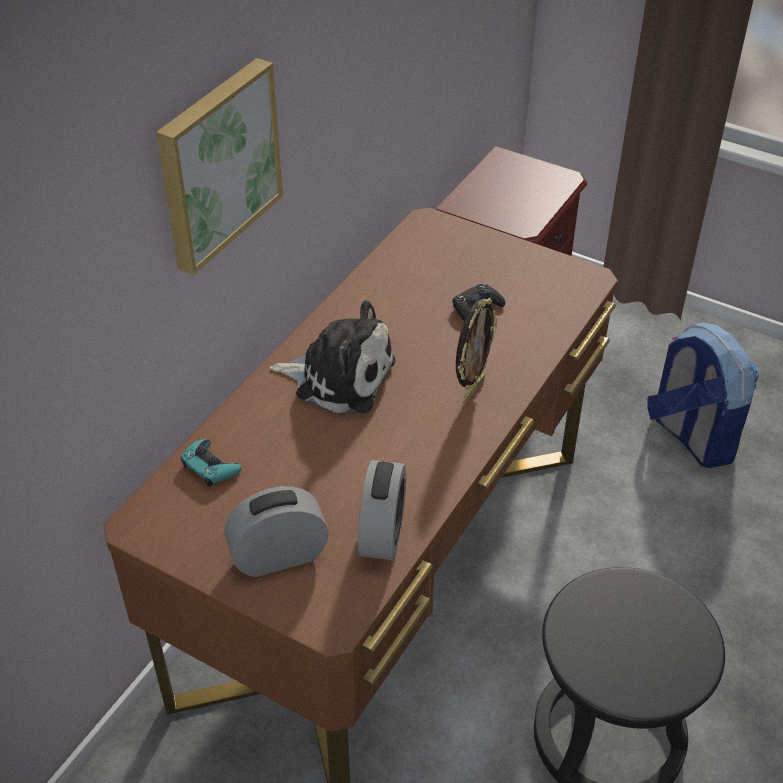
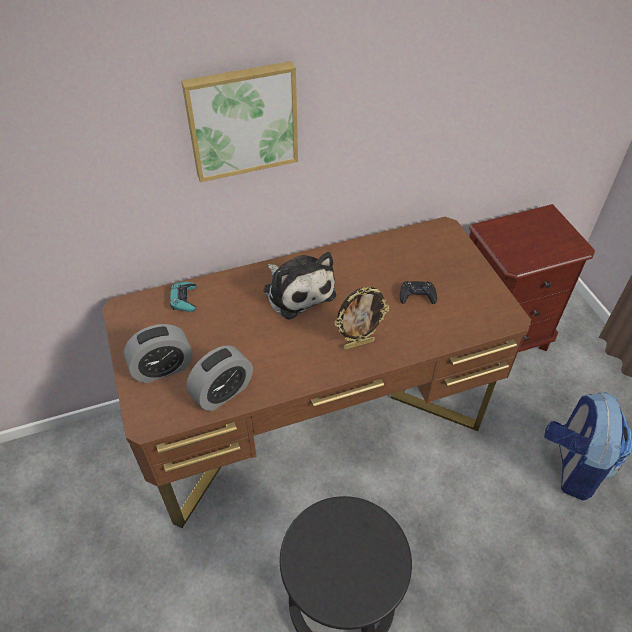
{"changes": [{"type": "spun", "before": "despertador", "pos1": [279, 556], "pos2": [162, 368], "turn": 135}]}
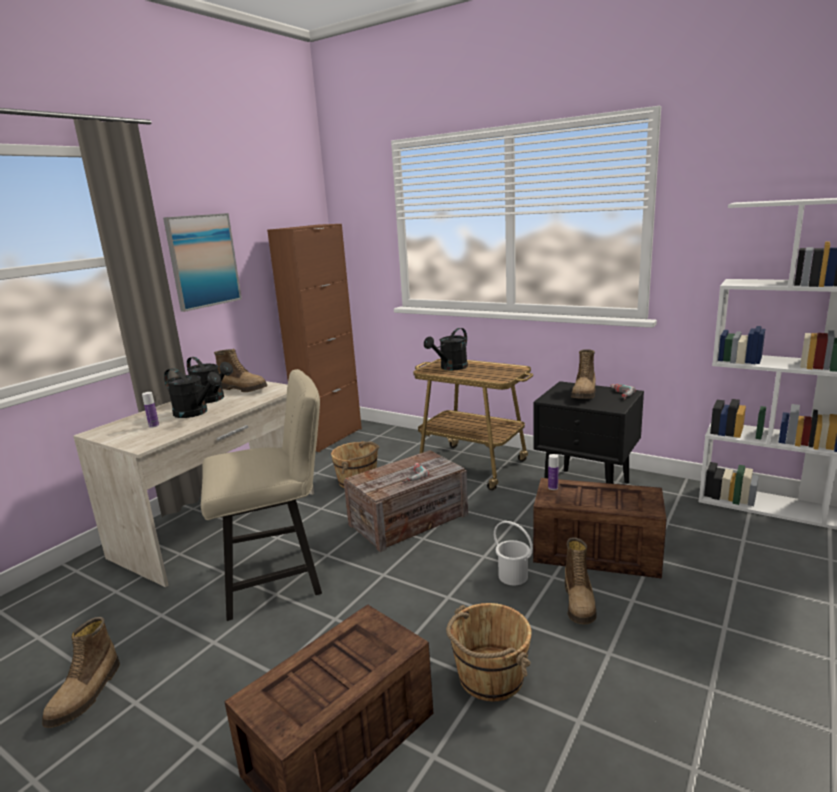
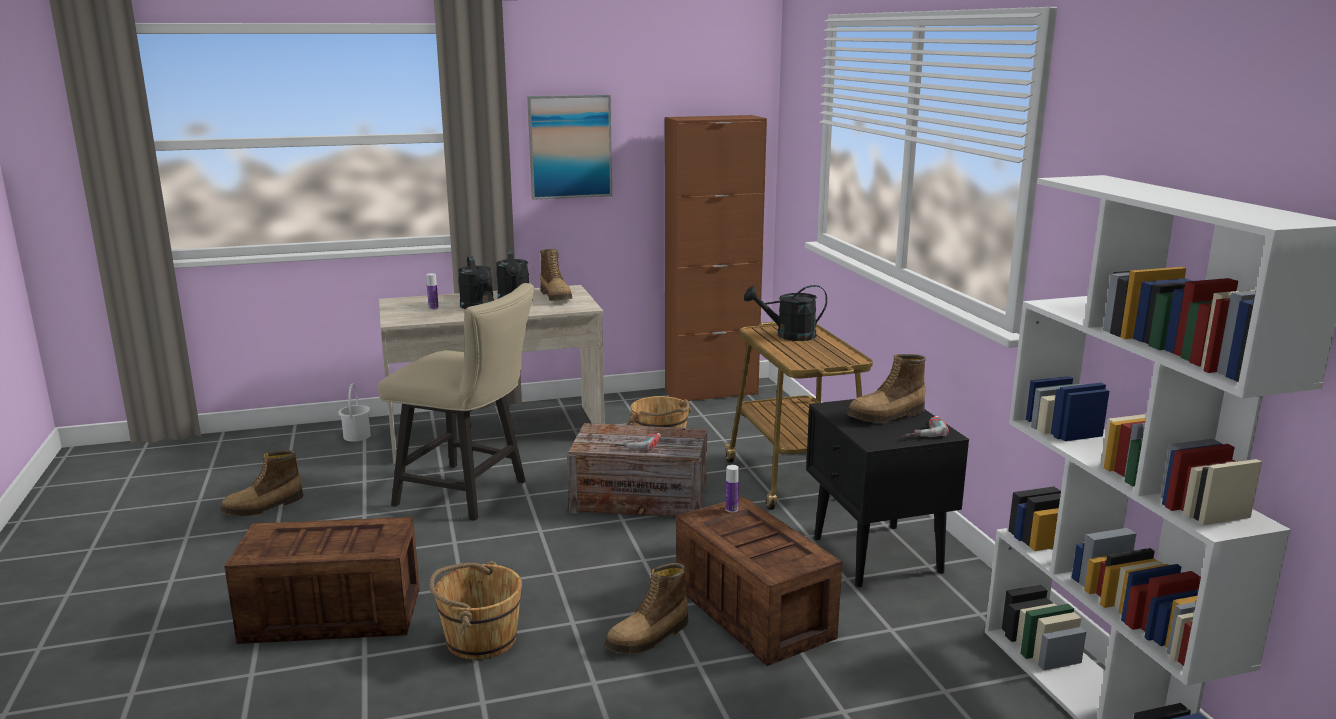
{"changes": [{"type": "relocated", "before": "cubo (blanco)", "pos1": [513, 576], "pos2": [356, 436]}]}
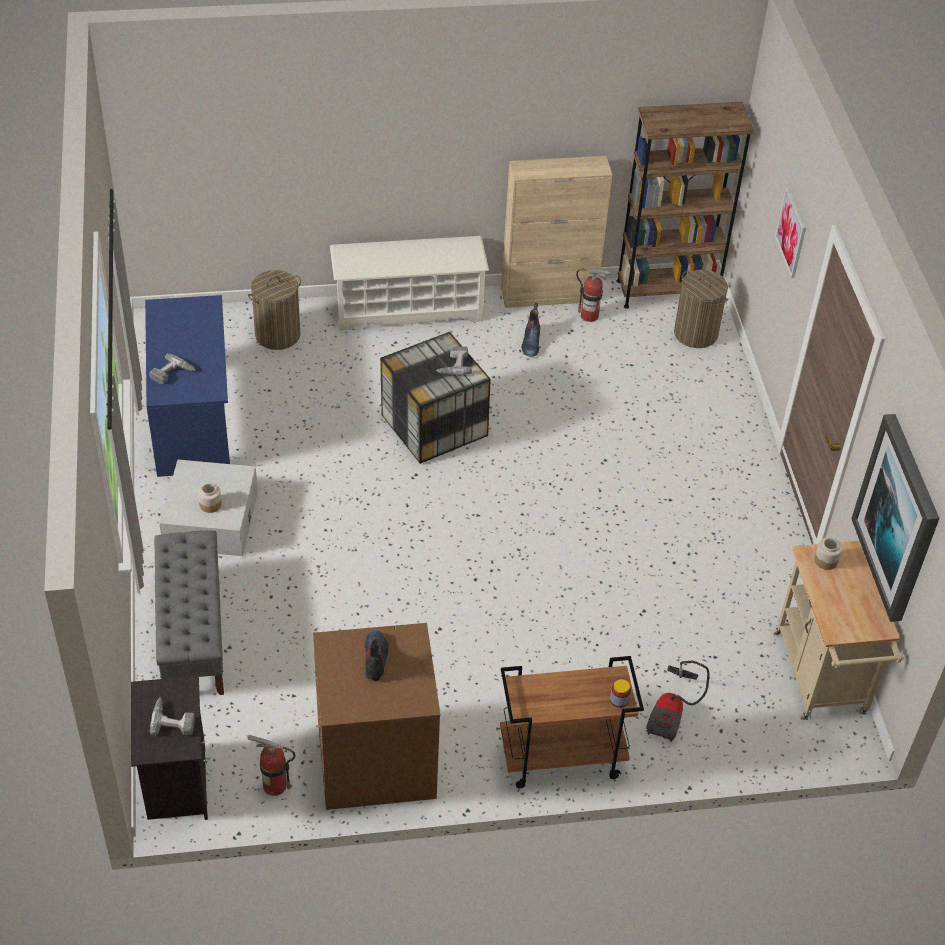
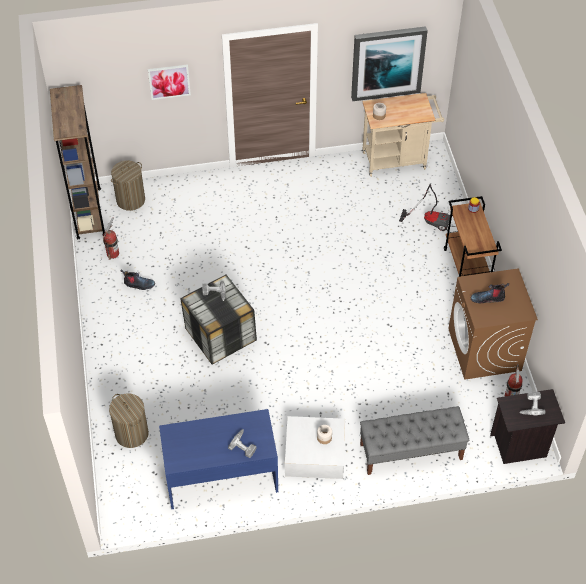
{"changes": [{"type": "missing", "before": "zapatero (blanco)", "pos1": [408, 309]}, {"type": "missing", "before": "armario (beis)", "pos1": [549, 295]}]}
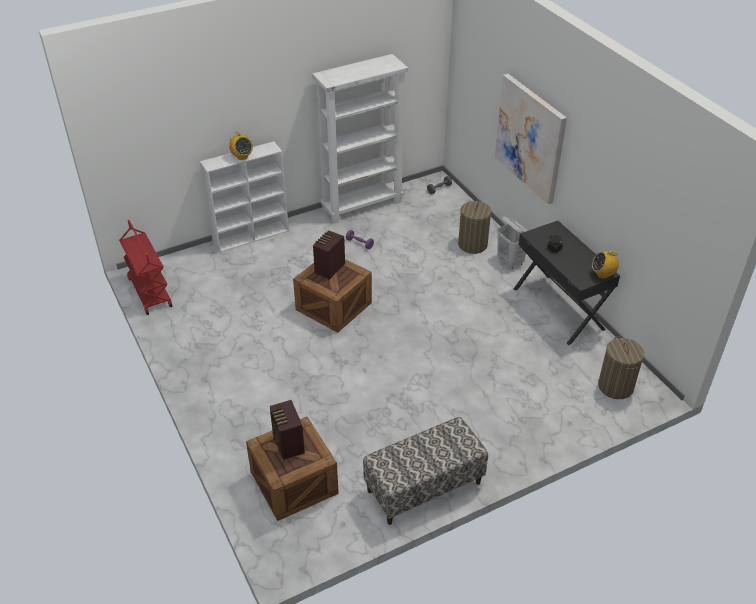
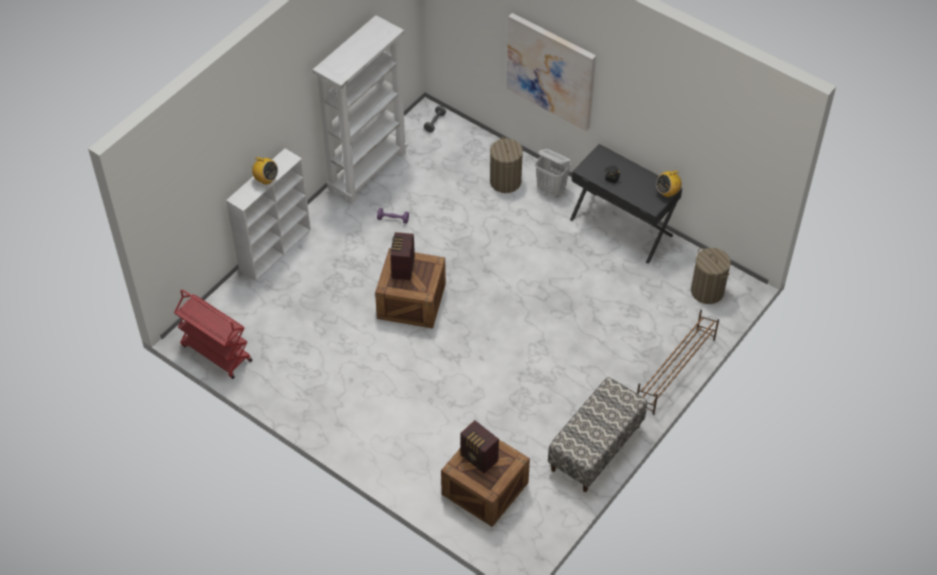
{"changes": [{"type": "appeared", "after": "zapatero (marrón)", "pos2": [675, 371]}]}
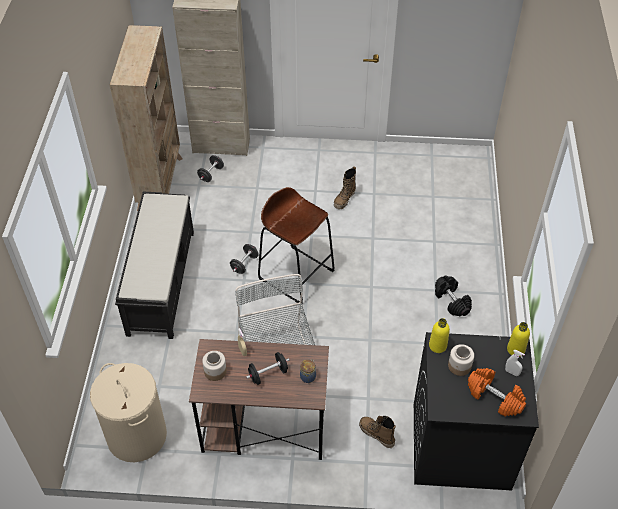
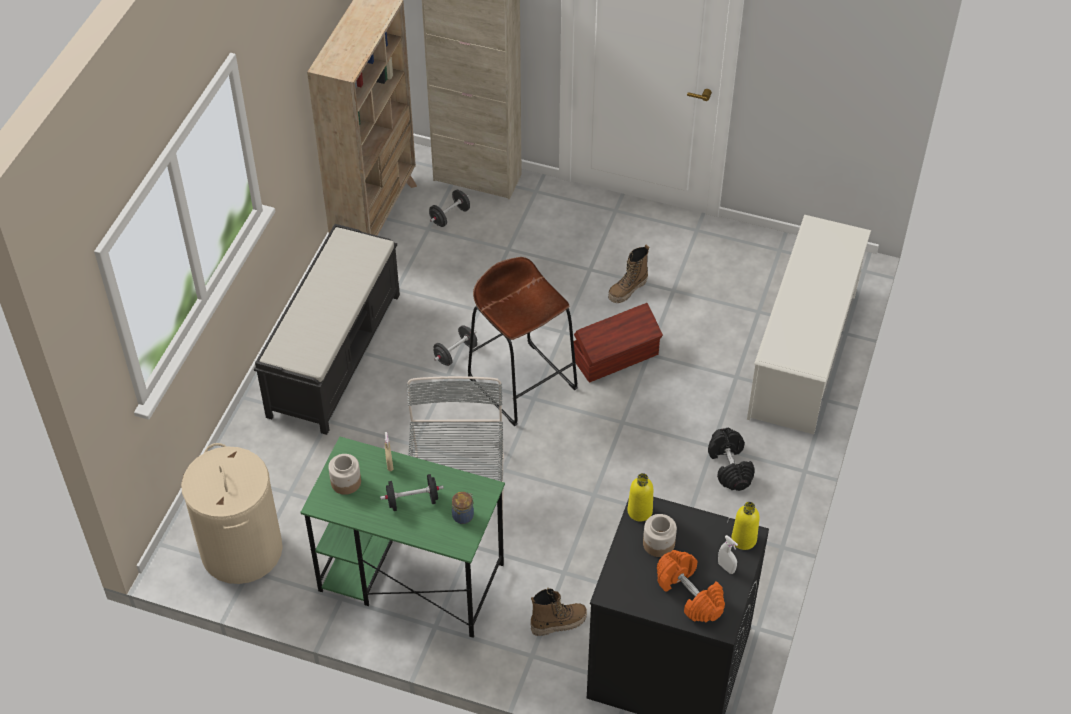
{"changes": [{"type": "colour", "before": "escritorio (marrón)", "after": "escritorio (verde)", "pos1": [263, 427], "pos2": [410, 577]}, {"type": "spun", "before": "bota", "pos1": [376, 434], "pos2": [558, 622], "turn": 105}, {"type": "appeared", "after": "caja de almacenaje (marrón)", "pos2": [616, 356]}, {"type": "appeared", "after": "zapatero (blanco)", "pos2": [803, 355]}]}
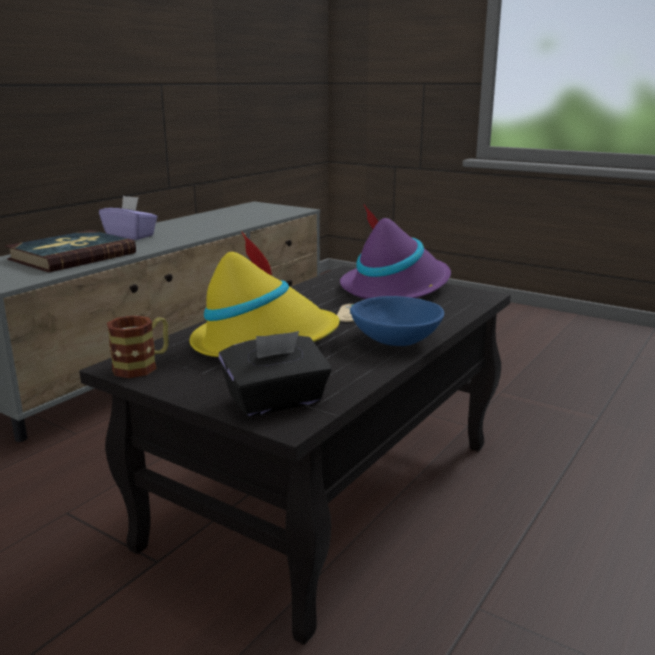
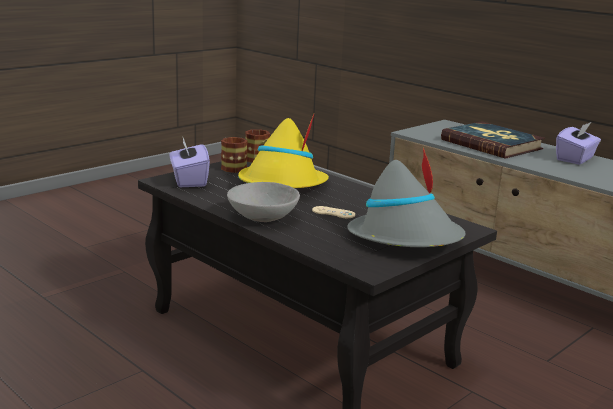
{"changes": [{"type": "colour", "before": "caja de pañuelos (negro)", "after": "caja de pañuelos (morado)", "pos1": [276, 401], "pos2": [189, 180]}, {"type": "colour", "before": "sombrero (morado)", "after": "sombrero (gris)", "pos1": [396, 287], "pos2": [406, 238]}, {"type": "colour", "before": "cuenco (azul)", "after": "cuenco (gris)", "pos1": [396, 340], "pos2": [263, 217]}, {"type": "appeared", "after": "taza grande", "pos2": [233, 166]}]}
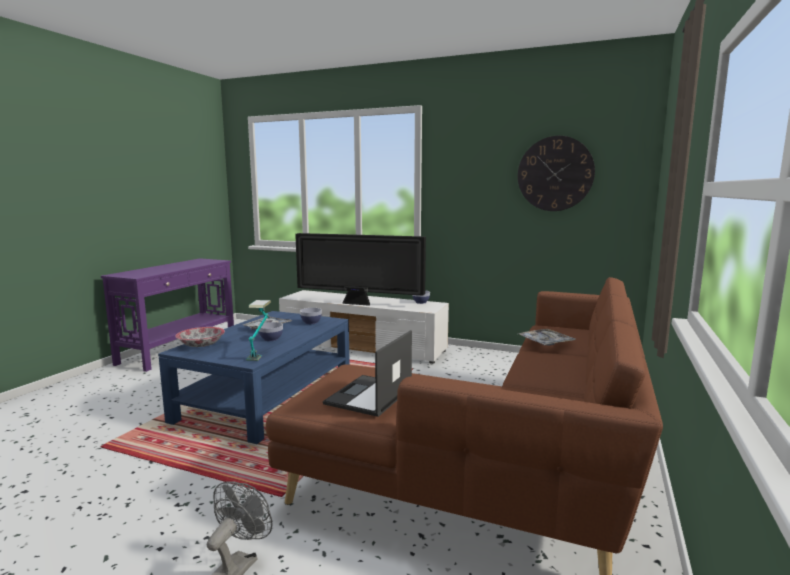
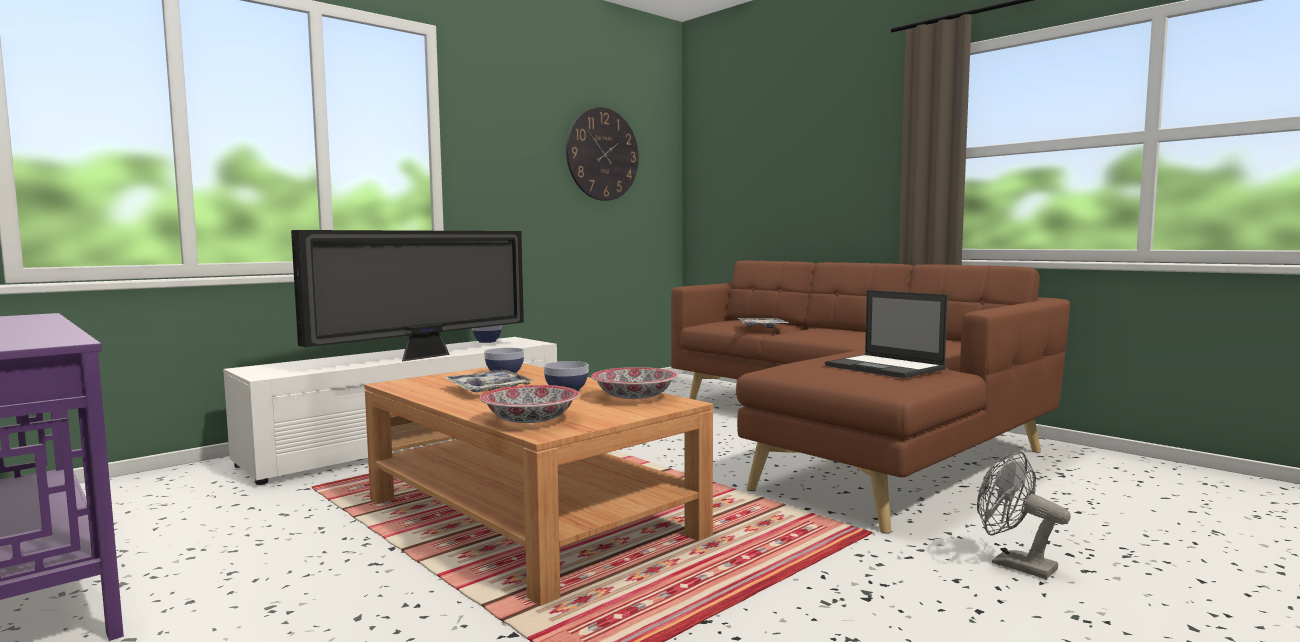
{"changes": [{"type": "colour", "before": "mesa de centro (azul)", "after": "mesa de centro (marrón)", "pos1": [267, 397], "pos2": [531, 518]}, {"type": "exchanged", "before": "lámpara de mesa", "after": "cuenco", "pos1": [260, 352], "pos2": [634, 397]}]}
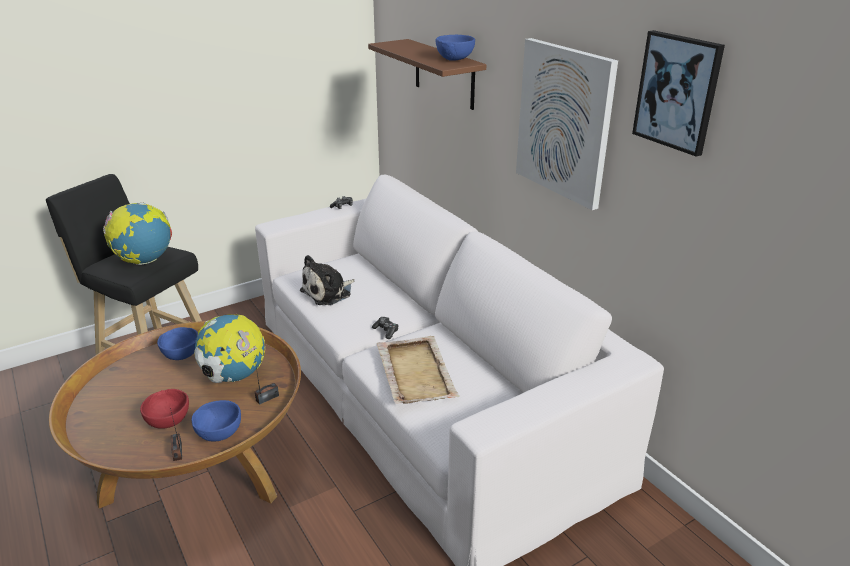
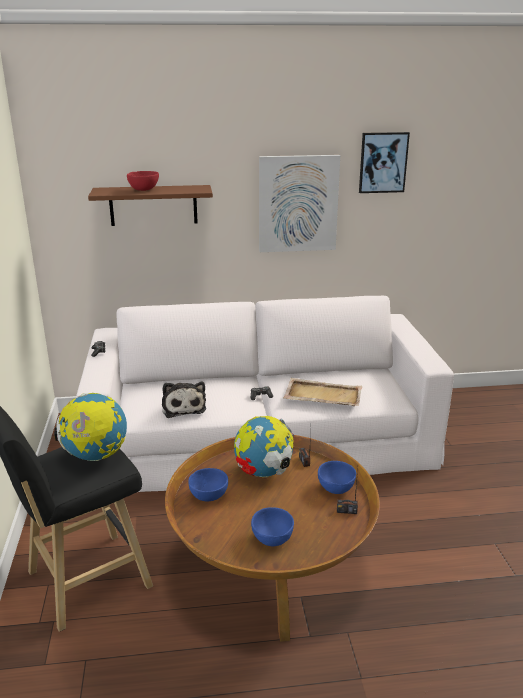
{"changes": [{"type": "relocated", "before": "cuenco (rojo)", "pos1": [169, 421], "pos2": [143, 190]}, {"type": "relocated", "before": "cuenco (azul)", "pos1": [454, 59], "pos2": [271, 539]}]}
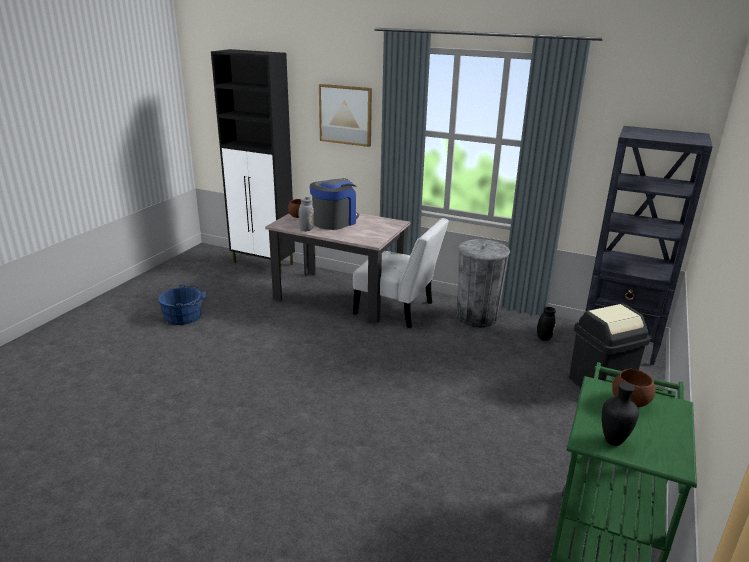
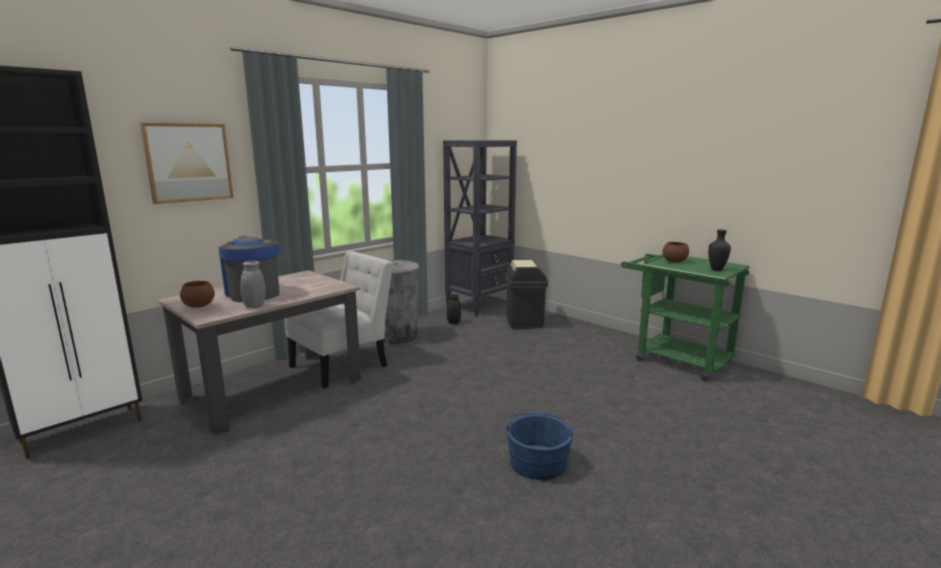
{"changes": [{"type": "relocated", "before": "cubo (azul)", "pos1": [185, 316], "pos2": [538, 460]}]}
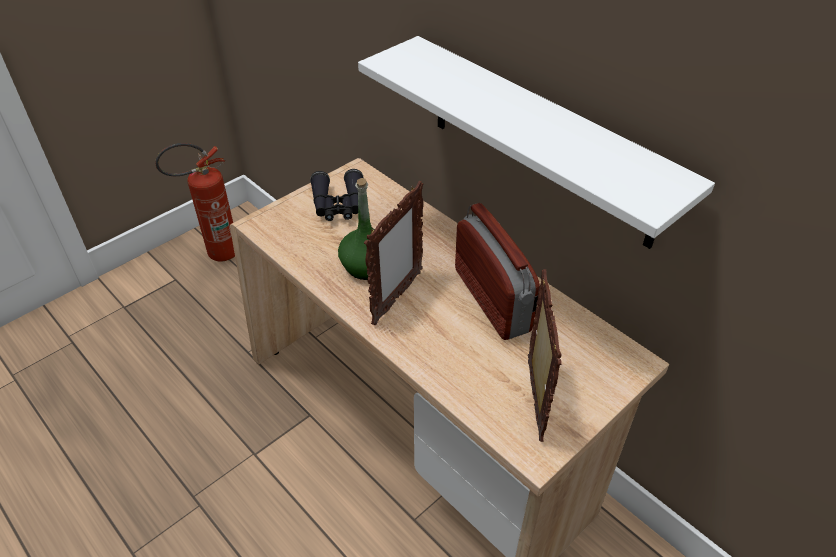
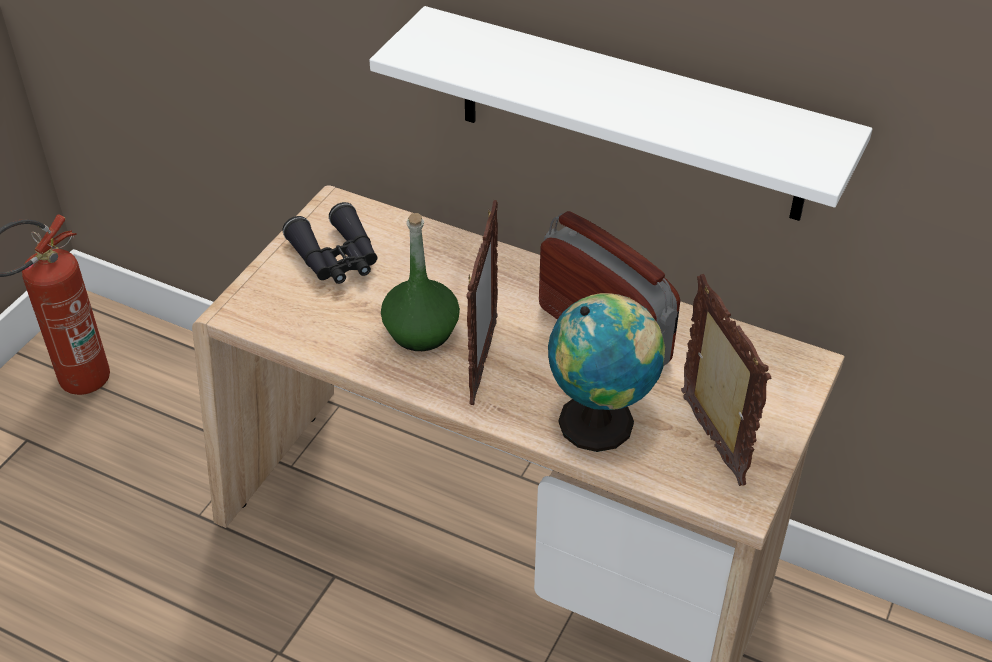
{"changes": [{"type": "appeared", "after": "globo terráqueo", "pos2": [601, 422]}]}
